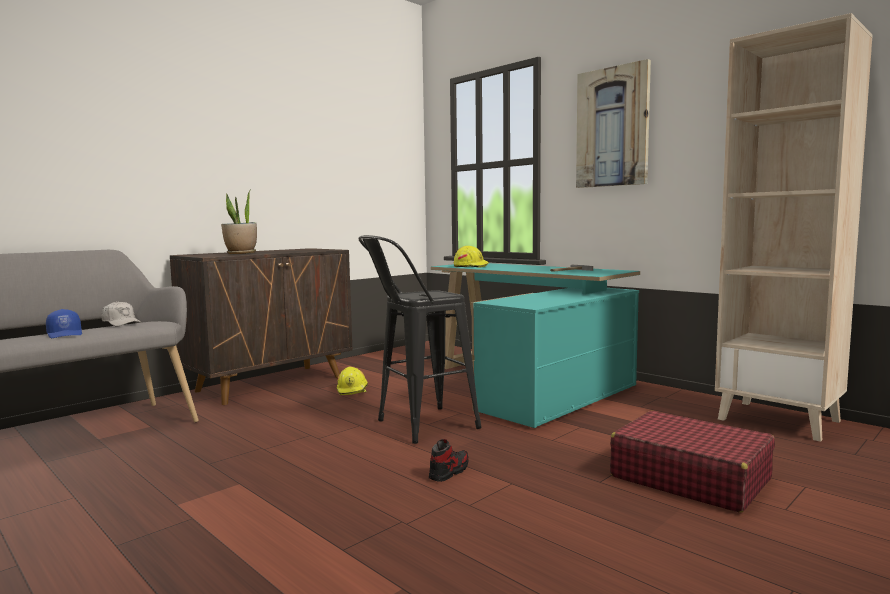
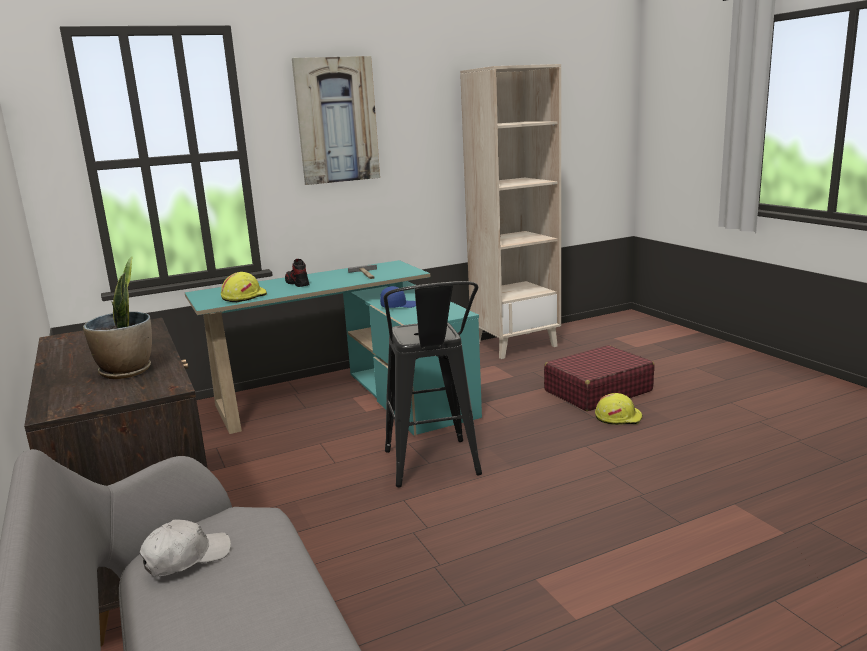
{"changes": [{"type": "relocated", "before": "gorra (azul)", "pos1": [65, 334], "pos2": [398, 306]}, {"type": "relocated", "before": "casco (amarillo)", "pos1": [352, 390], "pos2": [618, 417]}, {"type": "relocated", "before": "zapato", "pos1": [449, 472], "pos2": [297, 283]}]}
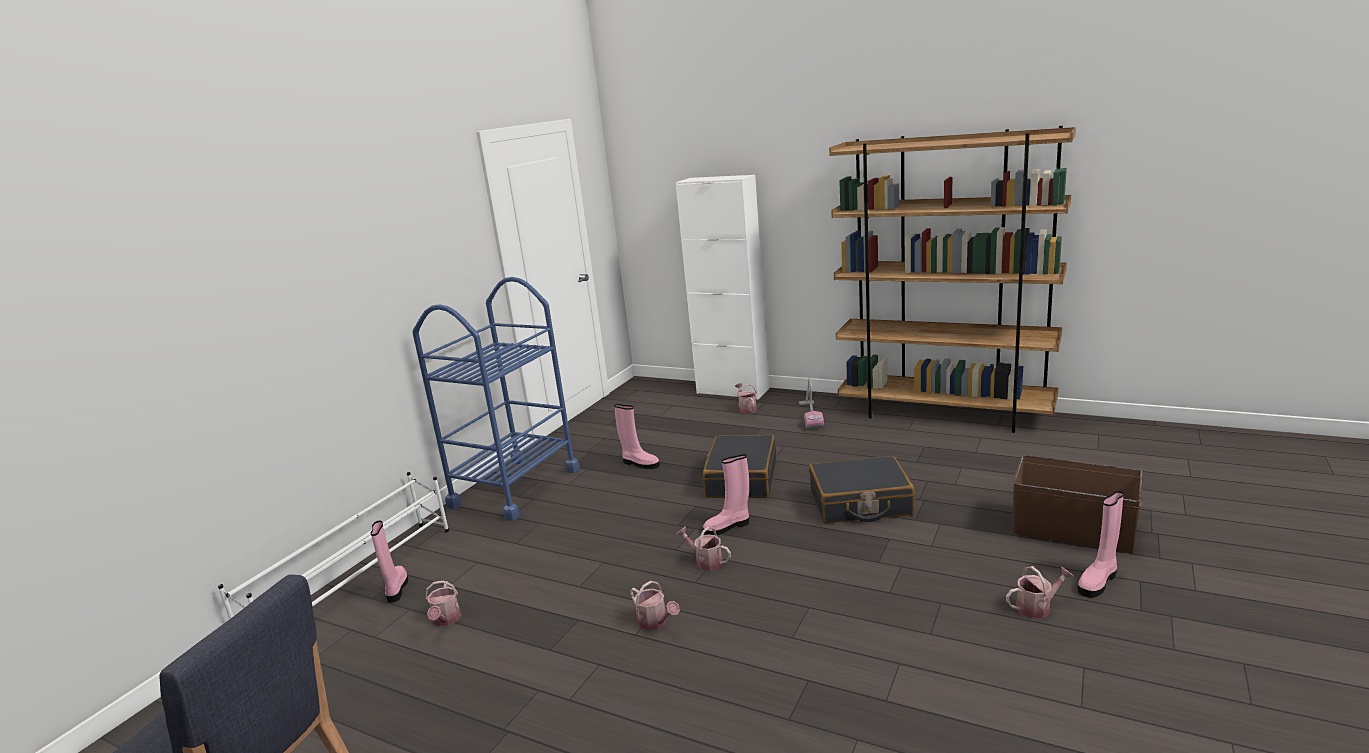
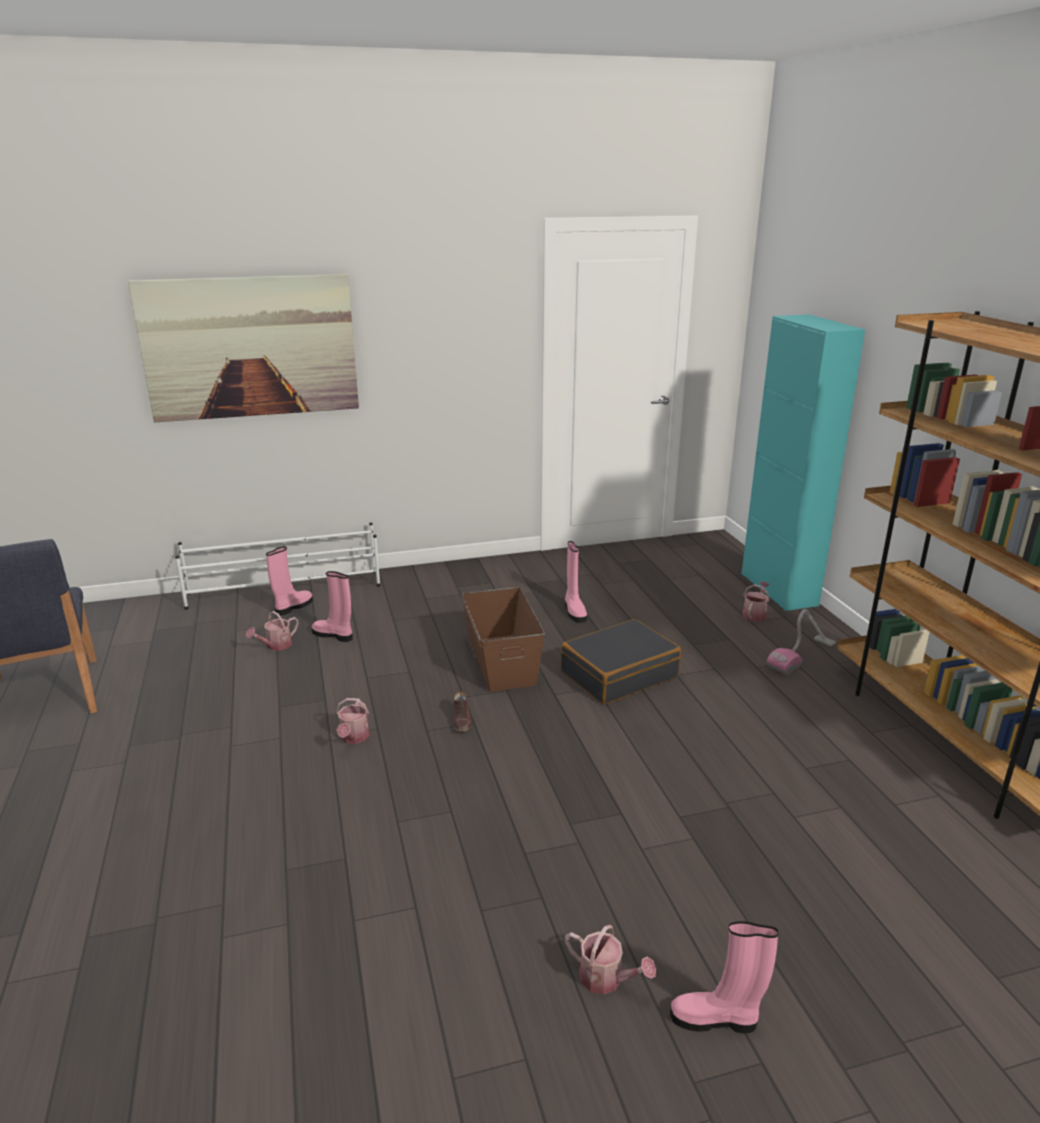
{"changes": [{"type": "missing", "before": "carrito (azul)", "pos1": [515, 487]}, {"type": "colour", "before": "armario (blanco)", "after": "armario (turquesa)", "pos1": [732, 391], "pos2": [778, 589]}, {"type": "exchanged", "before": "regadera", "after": "zapato (marrón)", "pos1": [705, 562], "pos2": [462, 721]}, {"type": "relocated", "before": "bota (rosa)", "pos1": [728, 527], "pos2": [334, 635]}, {"type": "missing", "before": "maleta (negro)", "pos1": [860, 503]}, {"type": "relocated", "before": "caja de almacenaje (marrón)", "pos1": [1072, 529], "pos2": [502, 661]}, {"type": "appeared", "after": "cuadro", "pos2": [250, 347]}]}
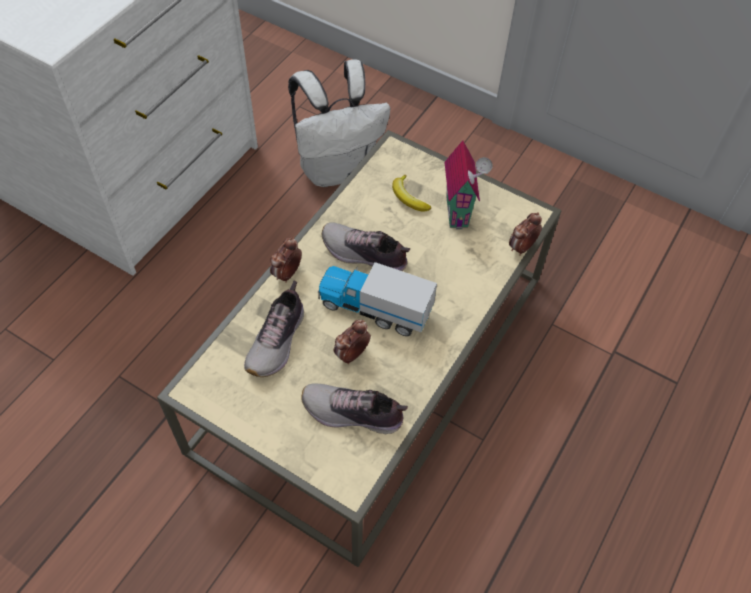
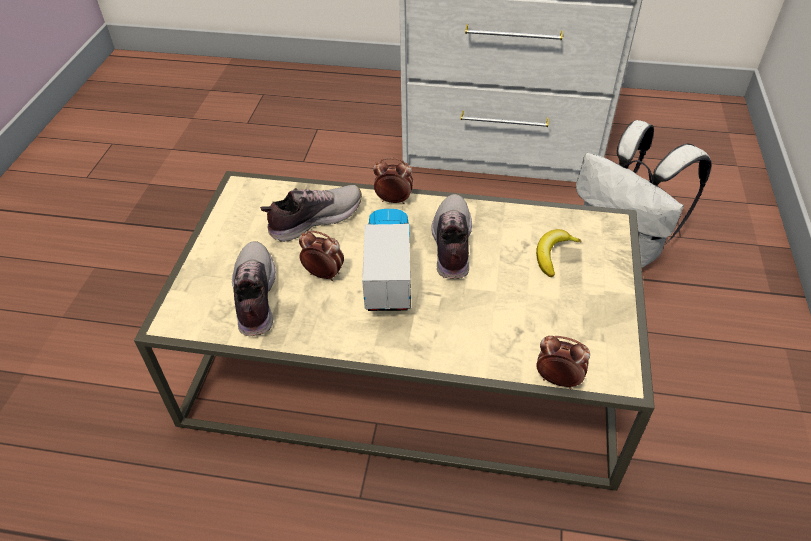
{"changes": [{"type": "spun", "before": "zapato", "pos1": [278, 341], "pos2": [314, 219], "turn": 150}, {"type": "missing", "before": "casita", "pos1": [460, 211]}]}
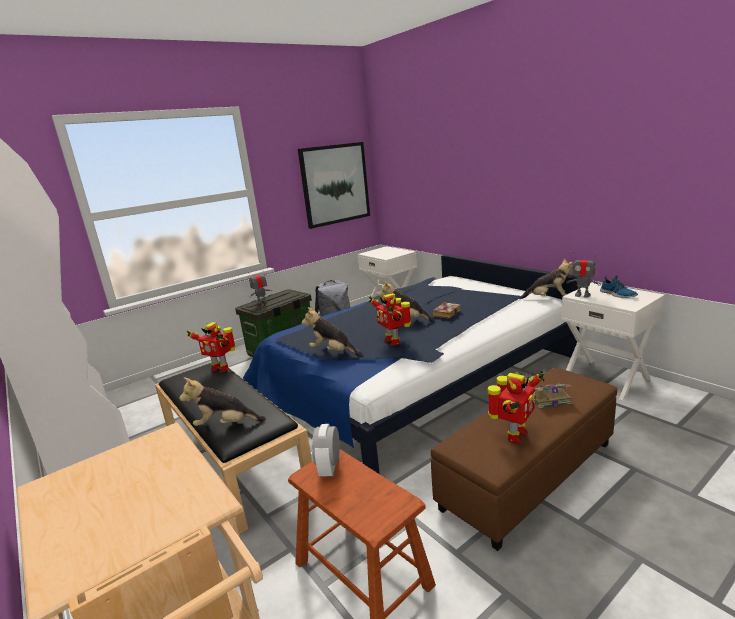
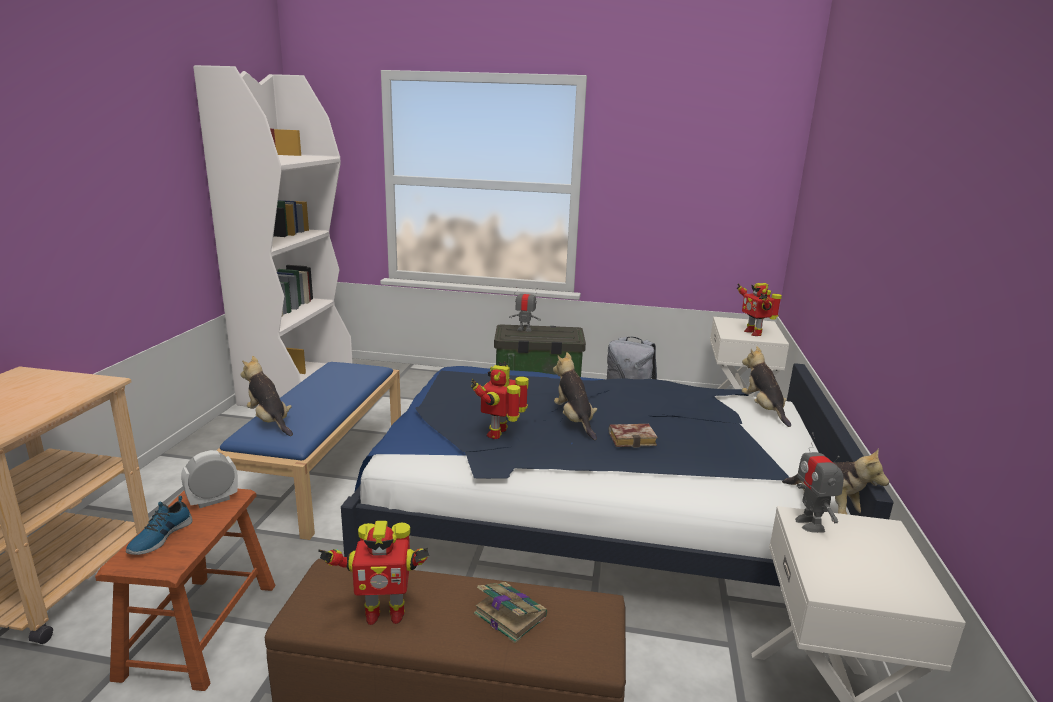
{"changes": [{"type": "colour", "before": "banco (negro)", "after": "banco (azul)", "pos1": [235, 458], "pos2": [324, 470]}, {"type": "relocated", "before": "robot de juguete", "pos1": [220, 368], "pos2": [754, 332]}, {"type": "missing", "before": "cuadro", "pos1": [335, 184]}, {"type": "relocated", "before": "peluche", "pos1": [333, 352], "pos2": [763, 409]}, {"type": "relocated", "before": "zapato", "pos1": [617, 294], "pos2": [159, 537]}]}
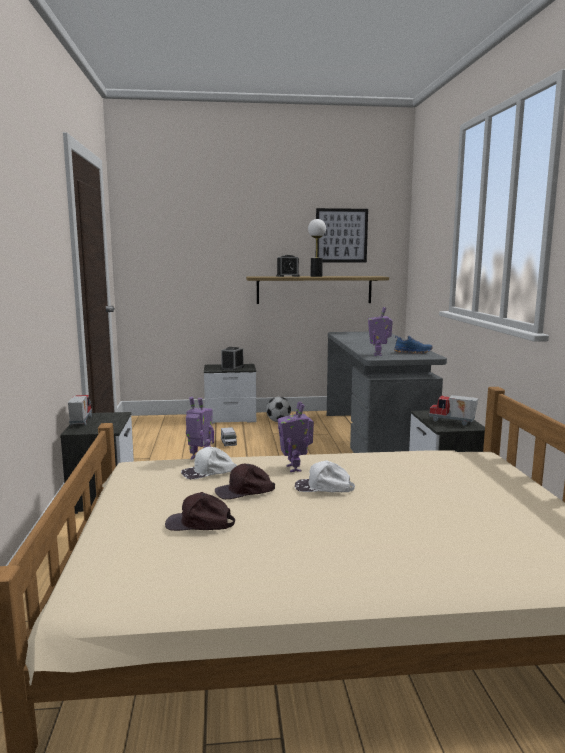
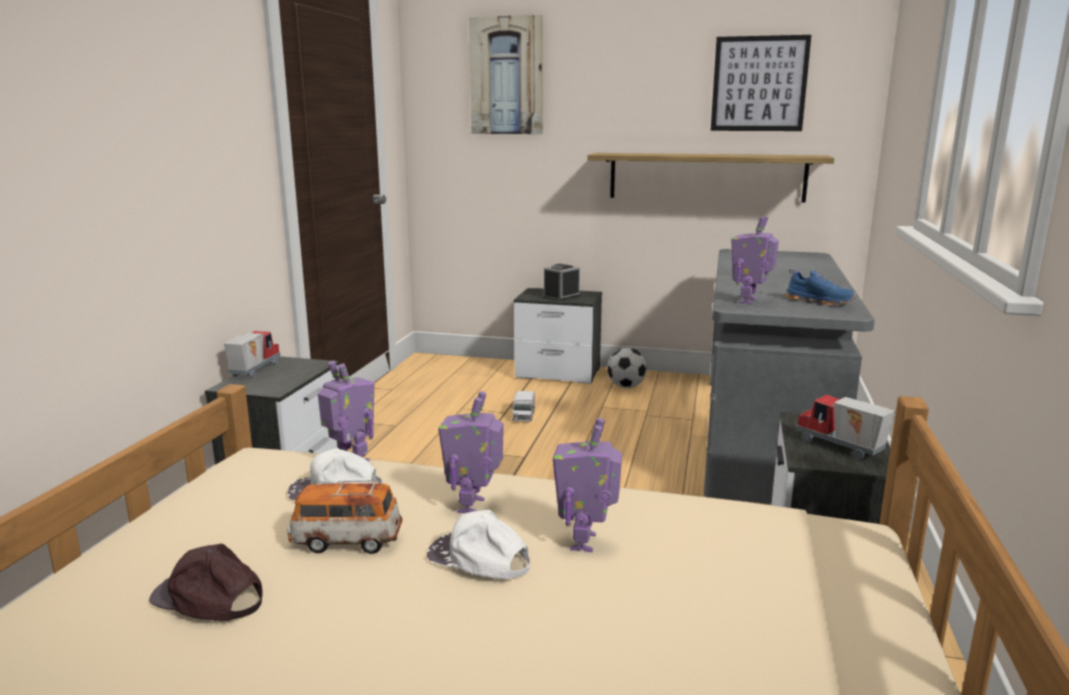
{"changes": [{"type": "exchanged", "before": "gorra (marrón)", "after": "coche de juguete", "pos1": [245, 491], "pos2": [346, 541]}, {"type": "missing", "before": "despertador", "pos1": [287, 276]}, {"type": "missing", "before": "lámpara de mesa", "pos1": [316, 276]}, {"type": "appeared", "after": "cuadro", "pos2": [507, 76]}, {"type": "appeared", "after": "robot de juguete", "pos2": [585, 542]}]}
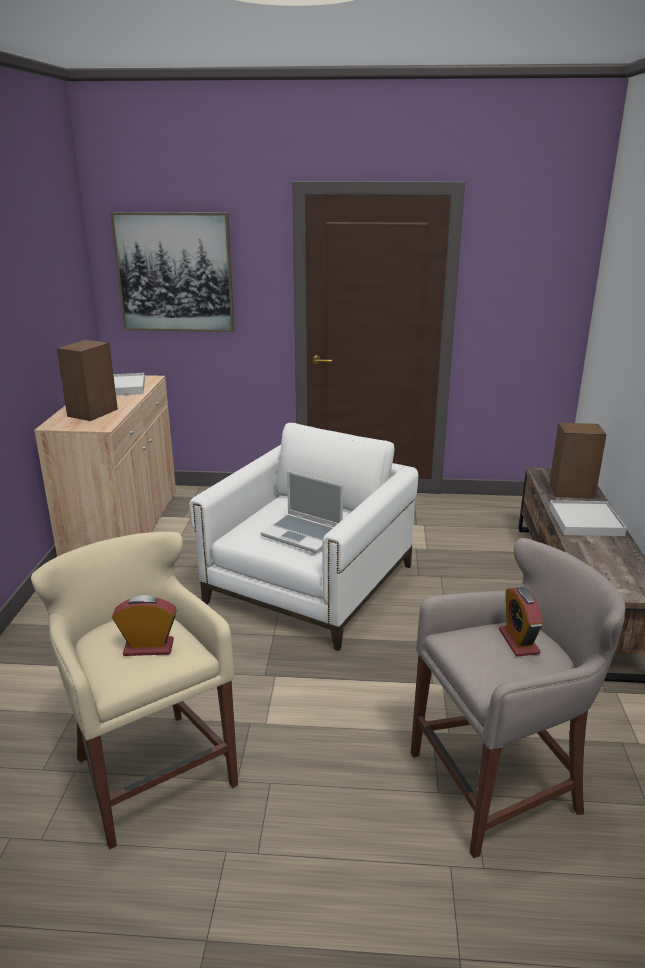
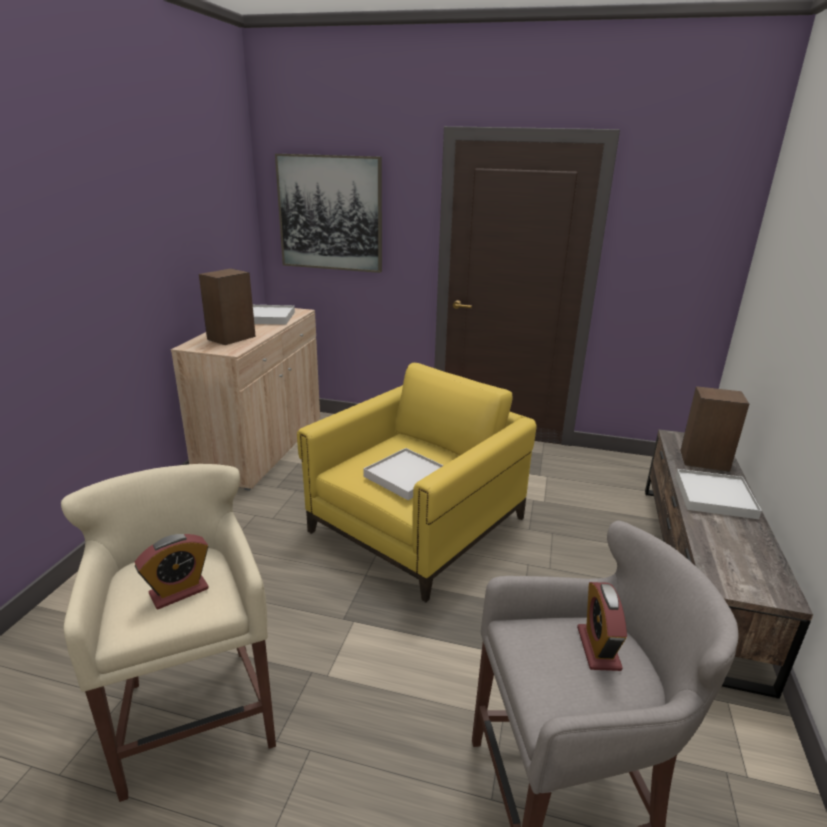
{"changes": [{"type": "spun", "before": "despertador", "pos1": [148, 647], "pos2": [179, 591], "turn": 135}, {"type": "colour", "before": "sillón (blanco)", "after": "sillón (amarillo)", "pos1": [310, 584], "pos2": [417, 525]}, {"type": "exchanged", "before": "portátil", "after": "bandeja (blanco)", "pos1": [303, 534], "pos2": [407, 476]}]}
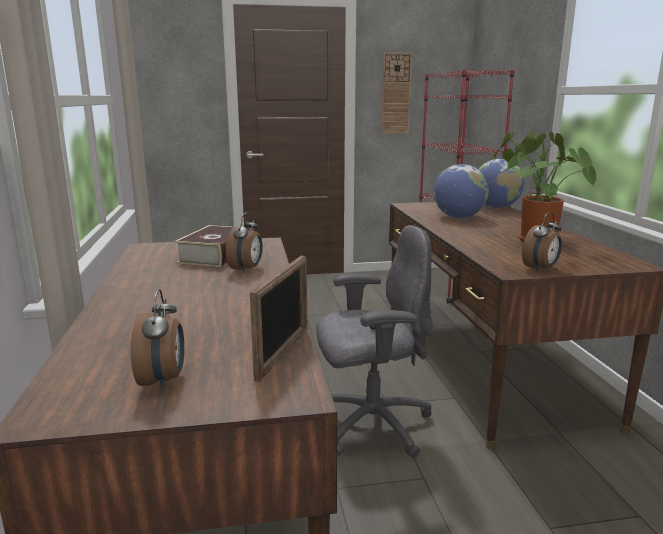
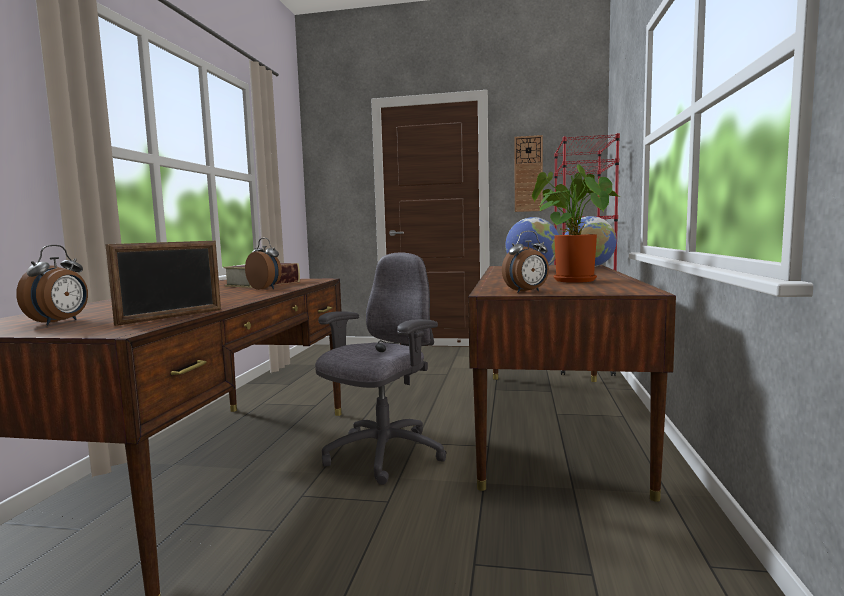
{"changes": [{"type": "spun", "before": "despertador", "pos1": [247, 269], "pos2": [266, 288], "turn": -90}, {"type": "spun", "before": "silla de oficina (gris)", "pos1": [370, 425], "pos2": [382, 455], "turn": -60}]}
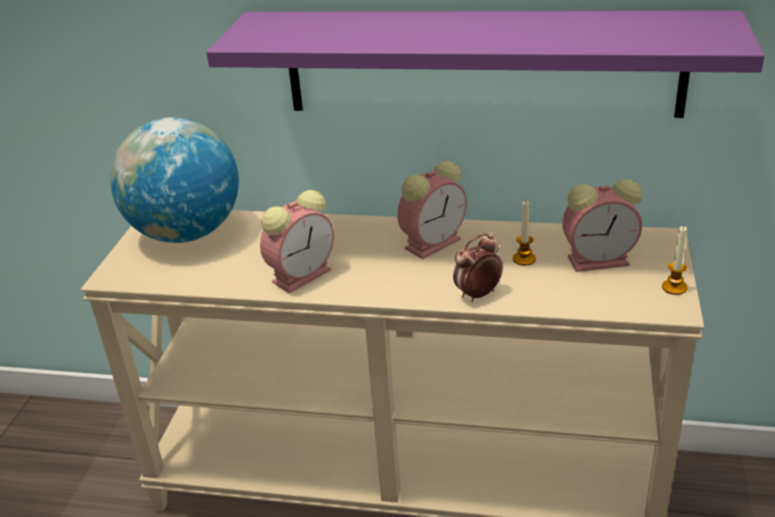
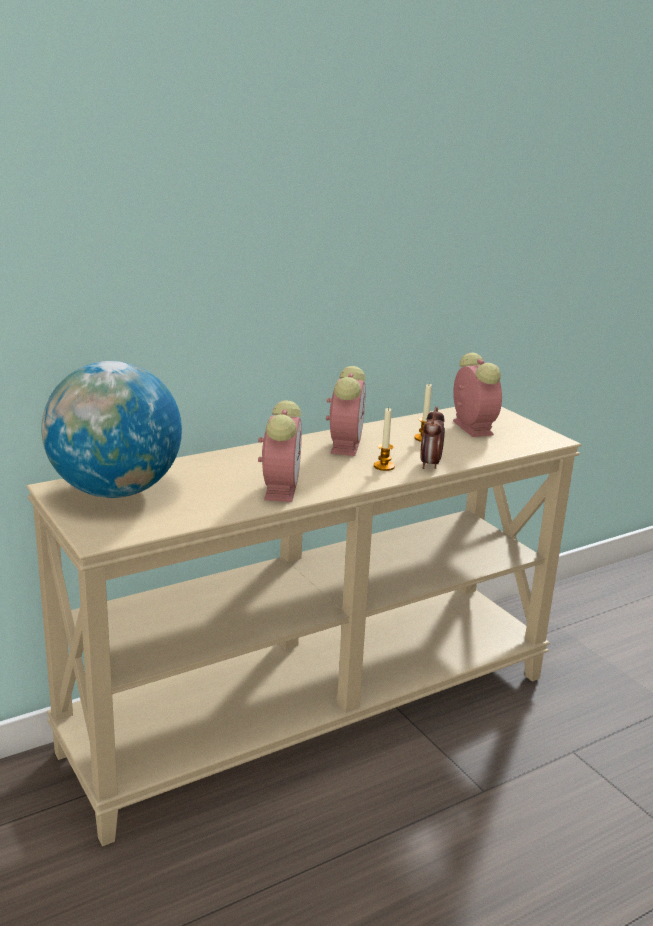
{"changes": [{"type": "missing", "before": "estante (morado)", "pos1": [481, 63]}, {"type": "spun", "before": "despertador", "pos1": [600, 260], "pos2": [471, 427], "turn": -60}, {"type": "relocated", "before": "vela", "pos1": [674, 287], "pos2": [384, 466]}]}
